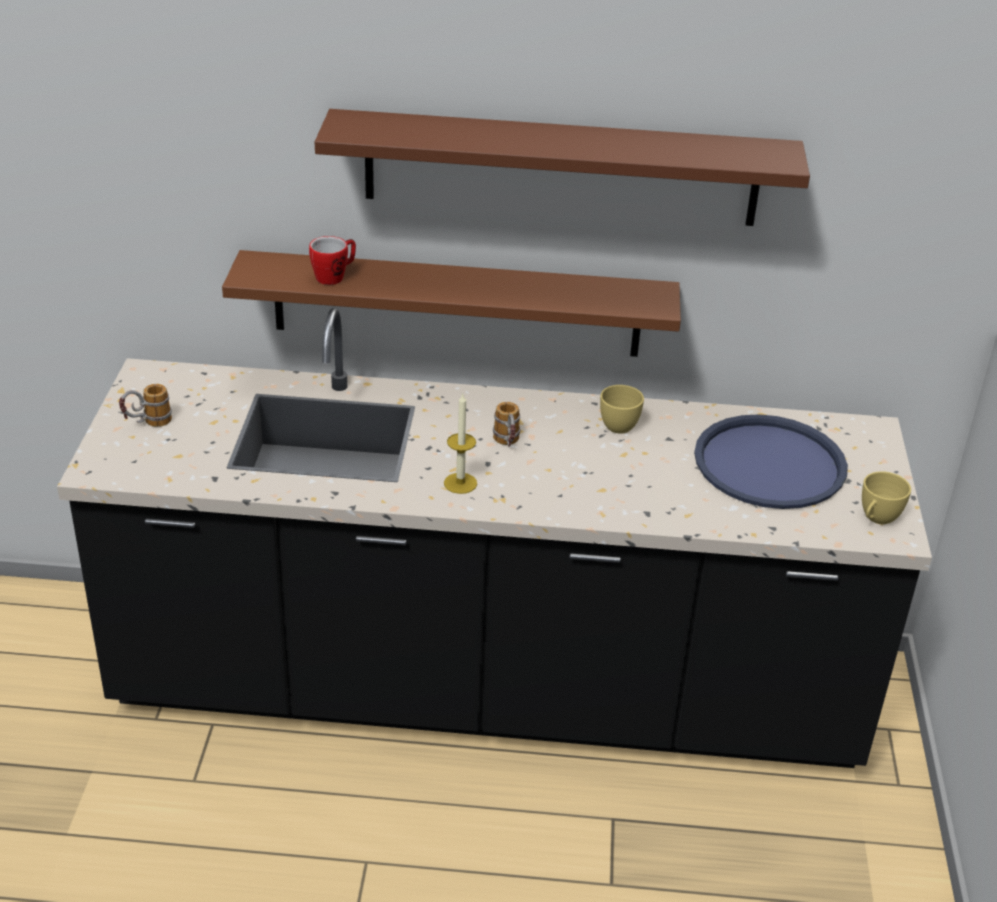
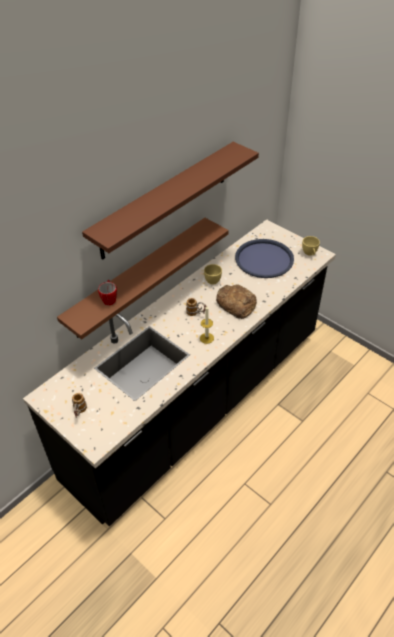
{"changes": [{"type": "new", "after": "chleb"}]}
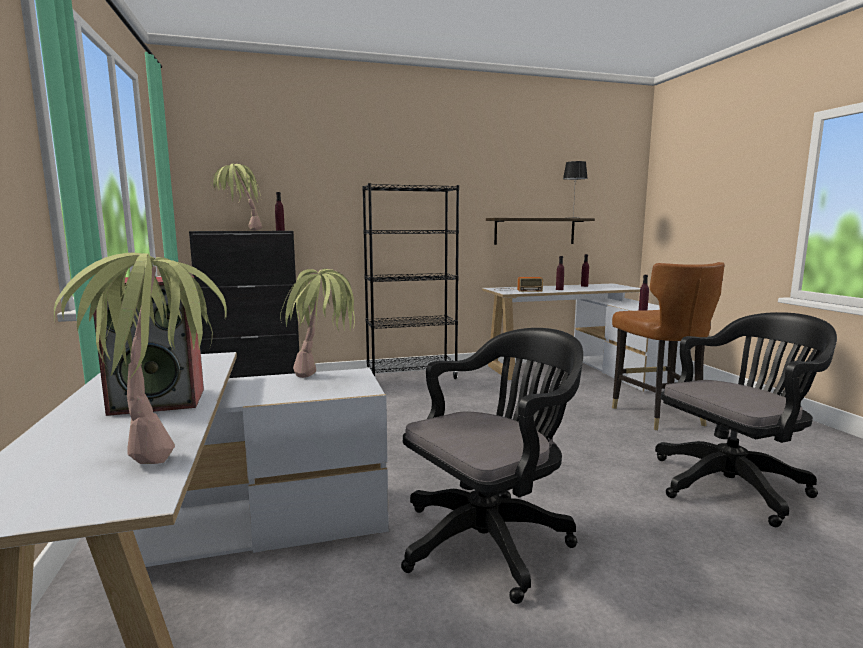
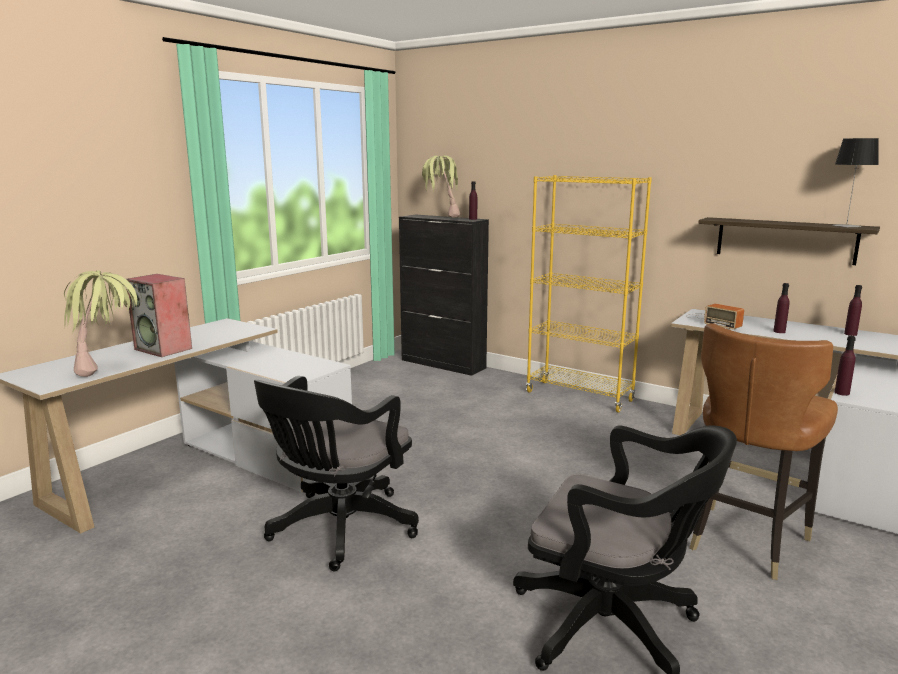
{"changes": [{"type": "rotated", "before": "krzesło biurowe/czarny (no. 1 from left)", "turn": 105}, {"type": "repainted", "before": "regał/czarny", "after": "regał/żółty"}, {"type": "gone", "before": "roślina doniczkowa (no. 3 from left)"}]}
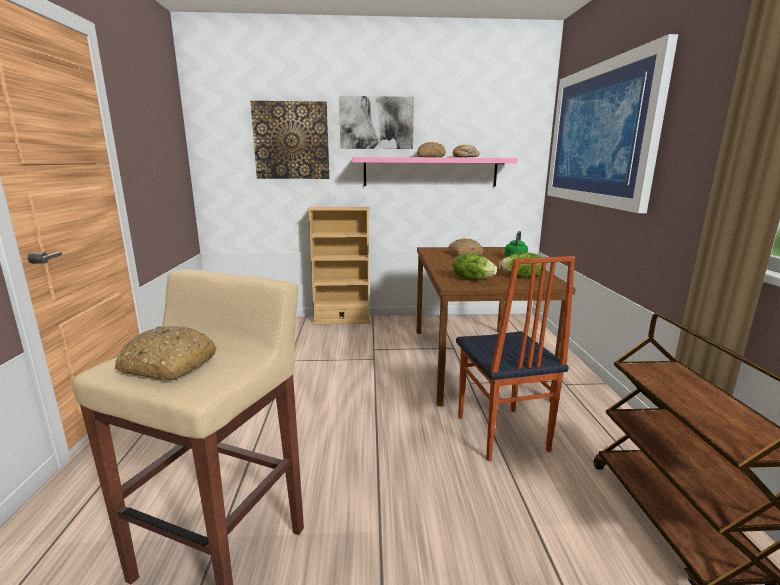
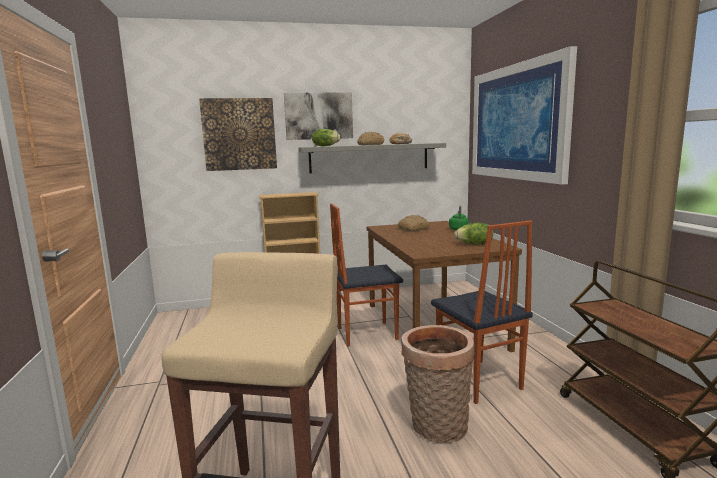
{"changes": [{"type": "repainted", "before": "półka/różowy", "after": "półka/szary"}, {"type": "shifted", "before": "sałata (no. 1 from left)"}, {"type": "new", "after": "krzesło (no. 1 from left)"}, {"type": "new", "after": "koszyk"}, {"type": "gone", "before": "chleb (no. 1 from left)"}]}
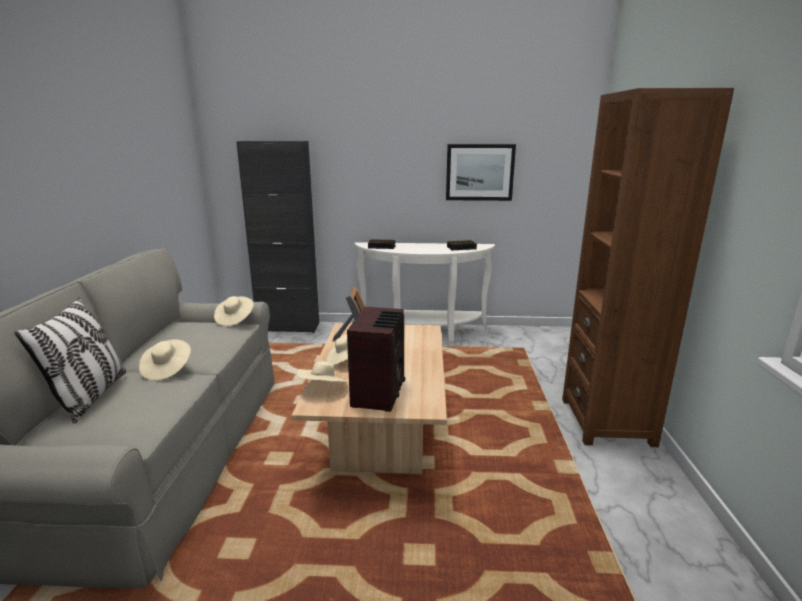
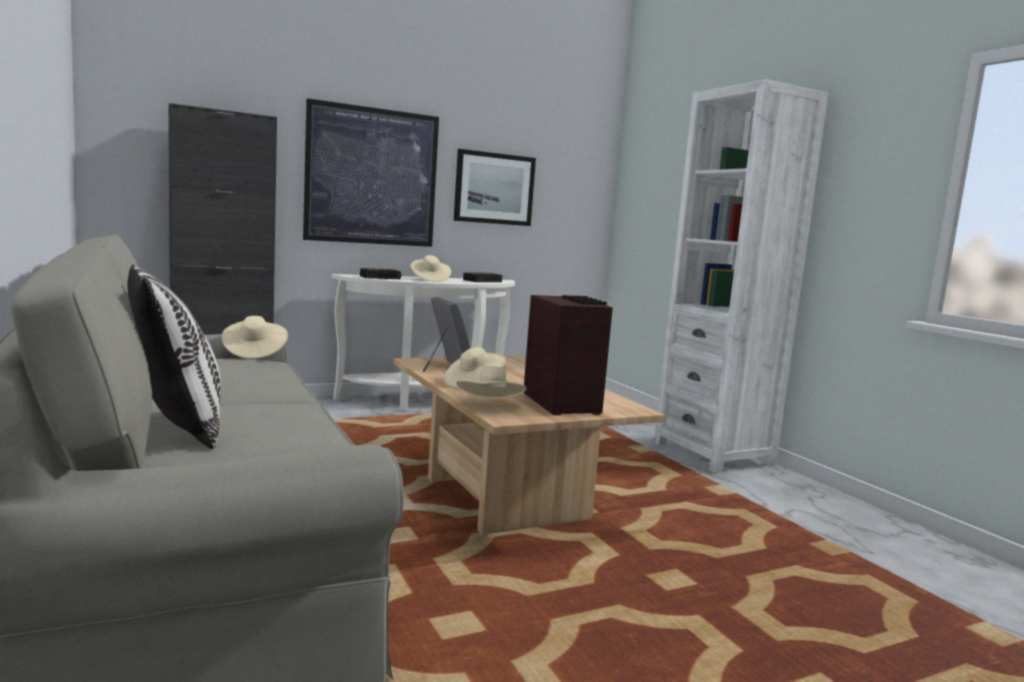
{"changes": [{"type": "new", "after": "obraz (no. 1 from left)"}, {"type": "shifted", "before": "kapelusz/beżowy (no. 1 from left in the first image)", "after": "kapelusz/beżowy (no. 2 from left)"}, {"type": "repainted", "before": "regał/brązowy", "after": "regał/biały"}]}
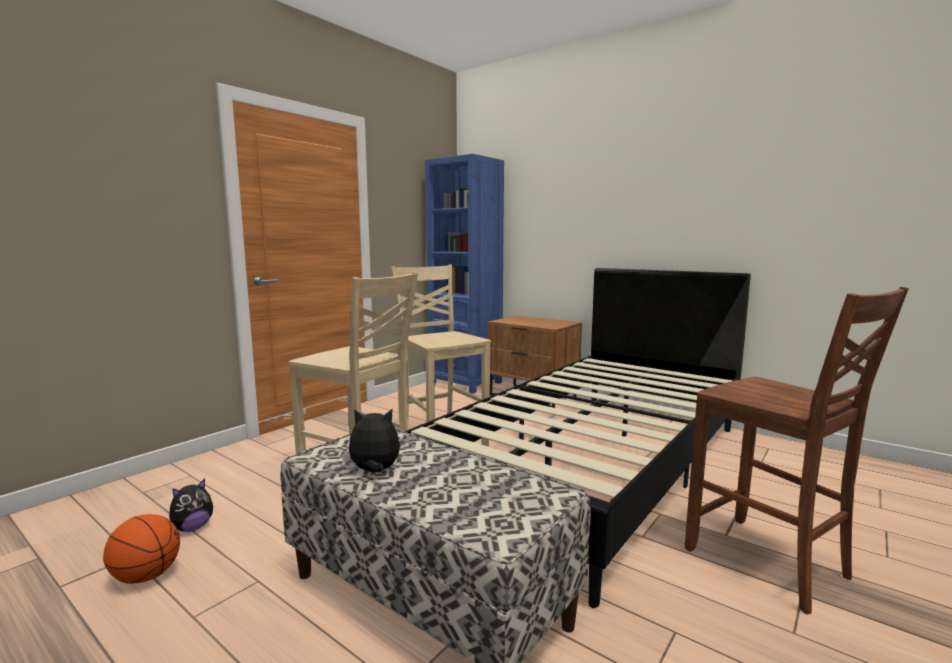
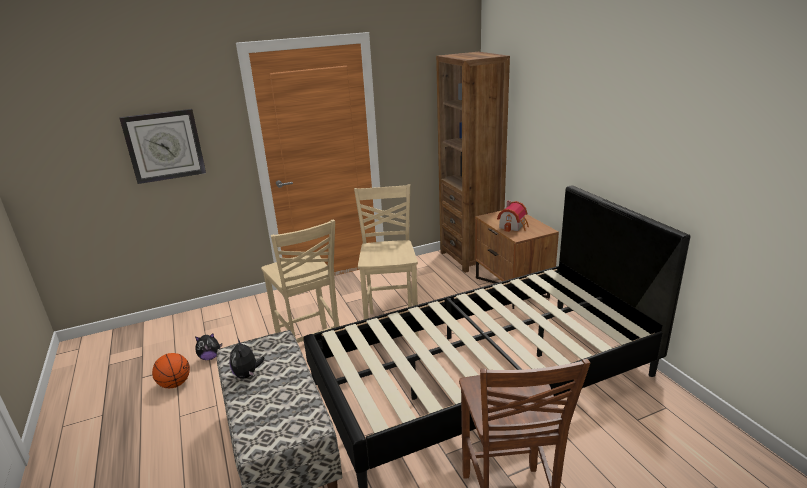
{"changes": [{"type": "new", "after": "zegar ścienny"}, {"type": "rotated", "before": "pluszak (no. 2 from left)", "turn": -135}, {"type": "repainted", "before": "regał/niebieski", "after": "regał/brązowy"}, {"type": "new", "after": "domek"}]}
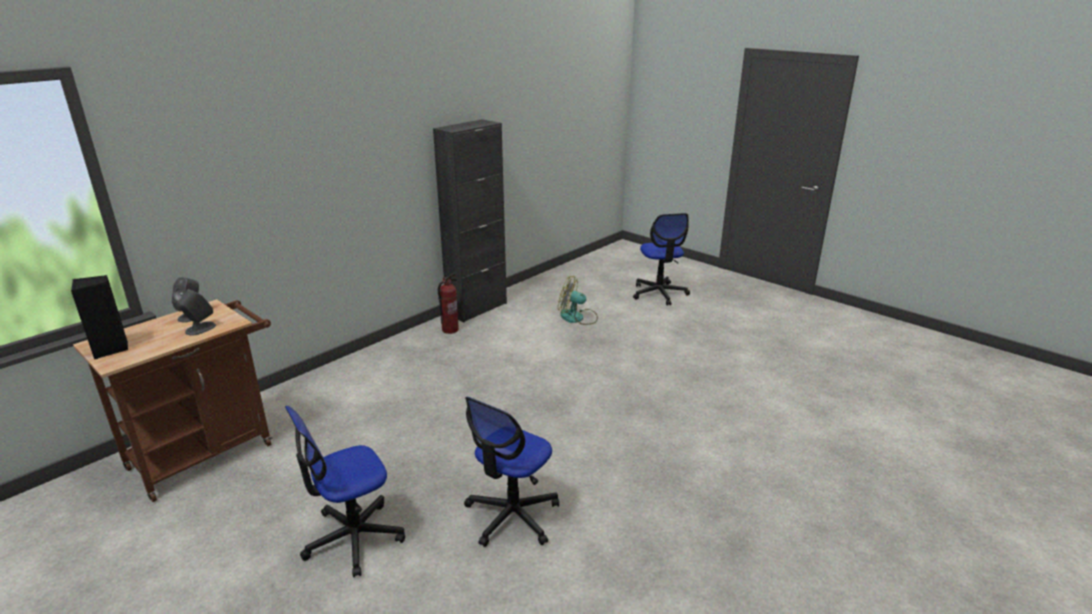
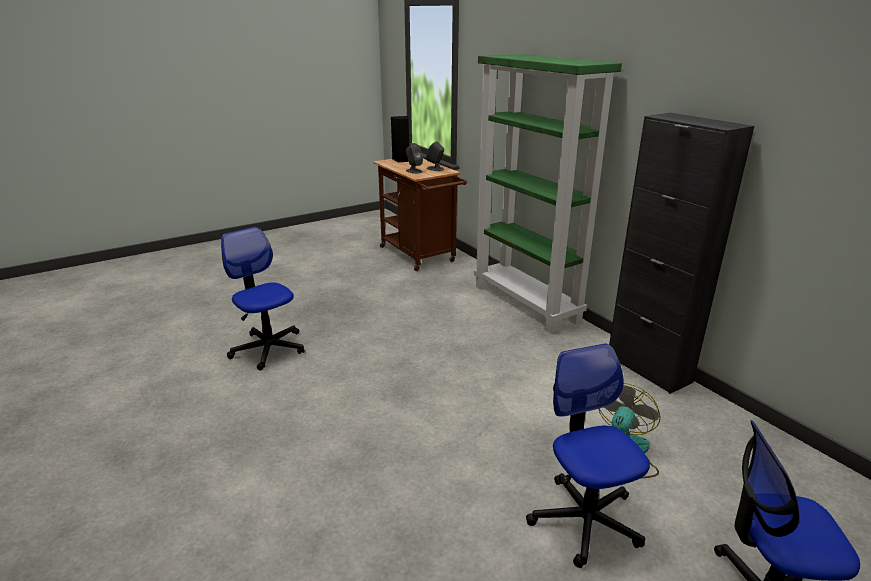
{"changes": [{"type": "new", "after": "regał/zielony"}, {"type": "shifted", "before": "krzesło biurowe (no. 1 from left in the first image)", "after": "krzesło biurowe (no. 2 from left)"}, {"type": "gone", "before": "gaśnica"}]}
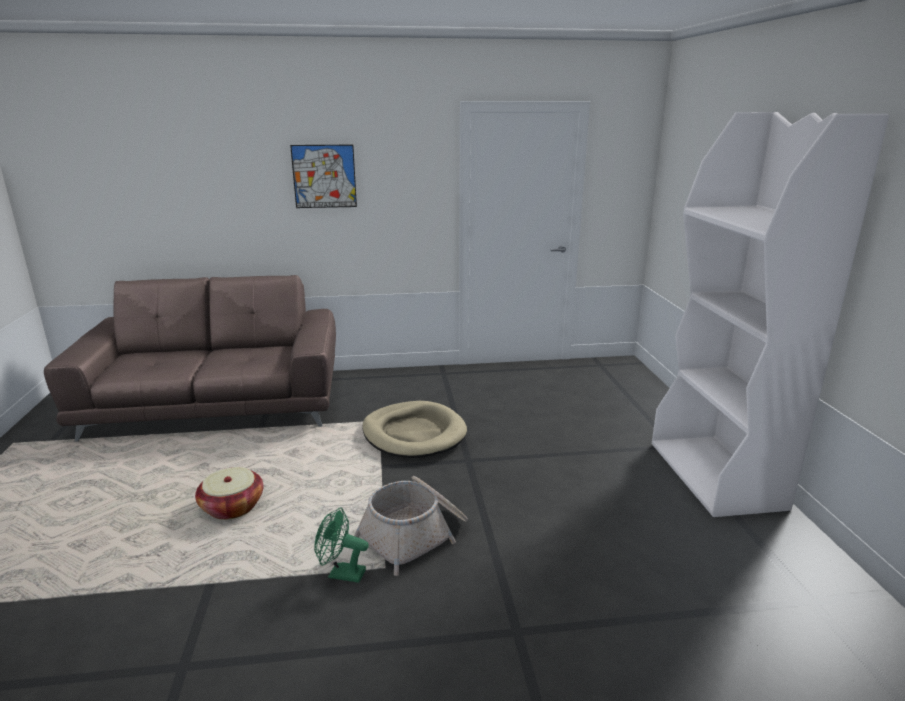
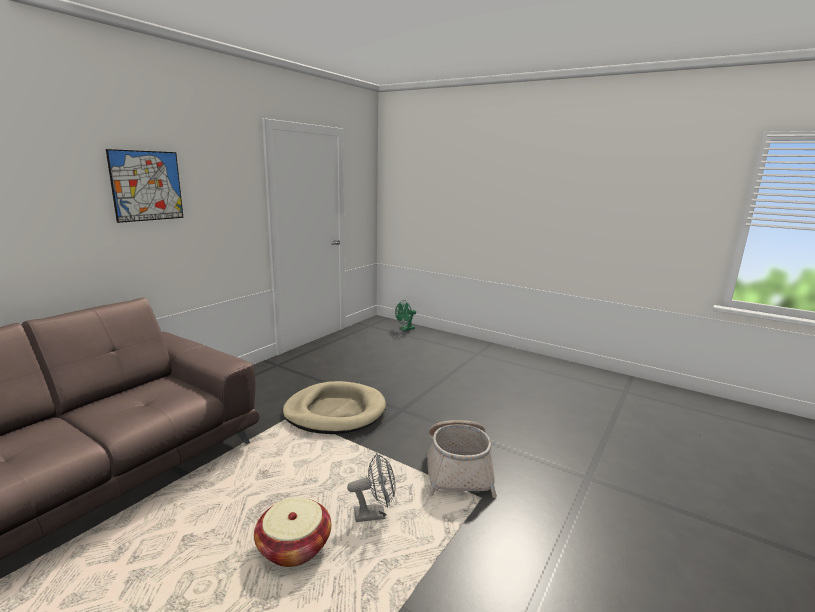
{"changes": [{"type": "new", "after": "wentylator/szary"}, {"type": "shifted", "before": "wentylator/zielony"}, {"type": "gone", "before": "regał/biały"}]}
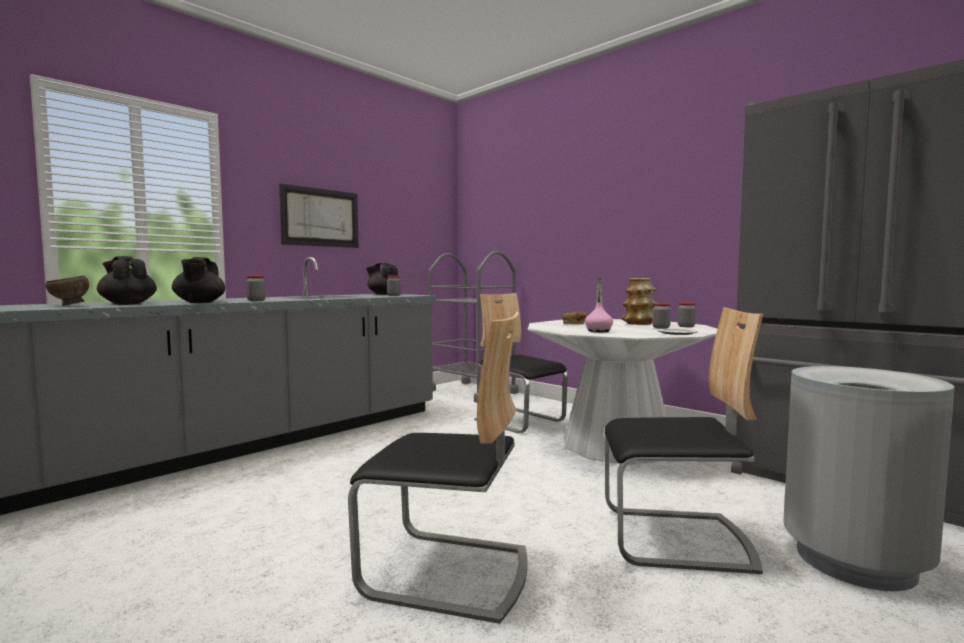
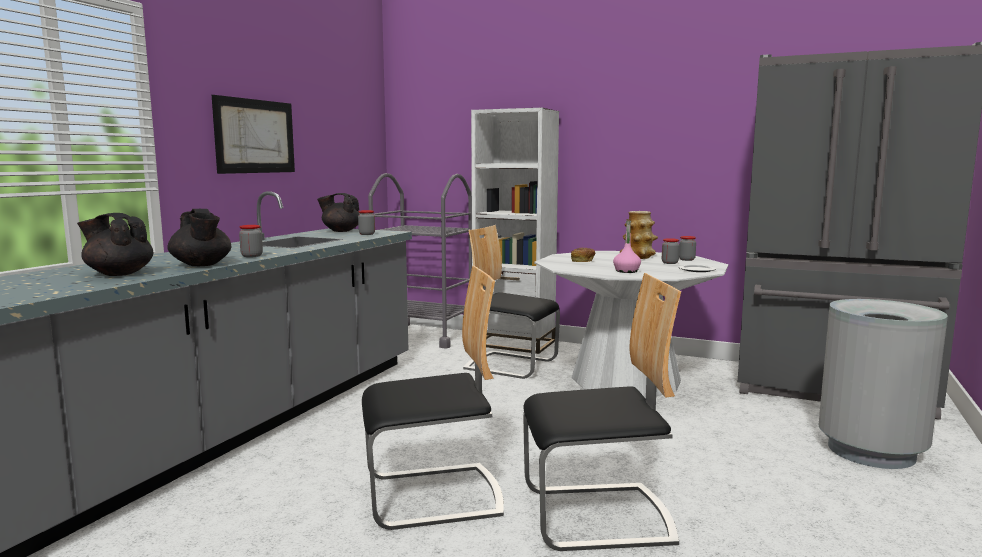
{"changes": [{"type": "shifted", "before": "krzesło (no. 3 from left in the first image)", "after": "krzesło (no. 1 from left)"}, {"type": "new", "after": "regał/biały"}, {"type": "gone", "before": "miska/brązowy"}]}
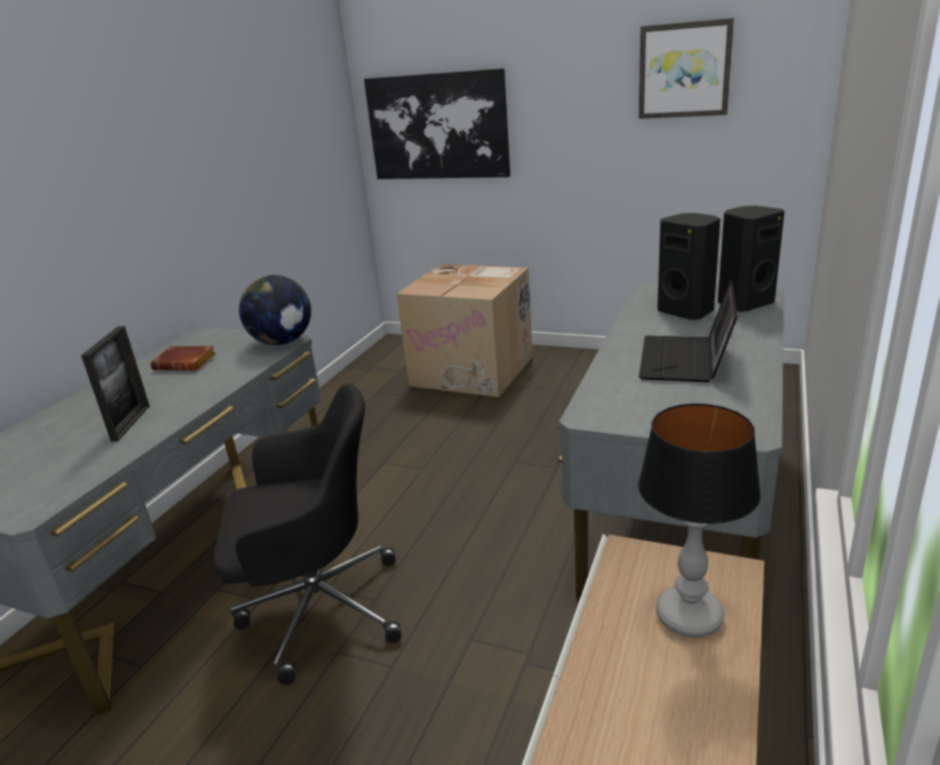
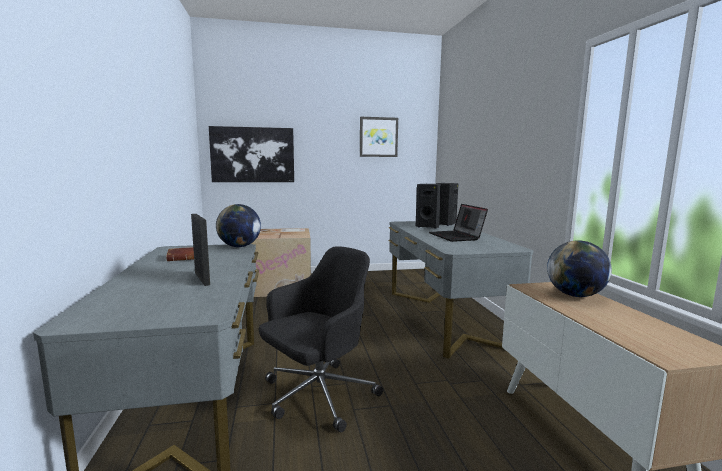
{"changes": [{"type": "swapped", "before": "lampa stołowa", "after": "globus (no. 2 from left)"}]}
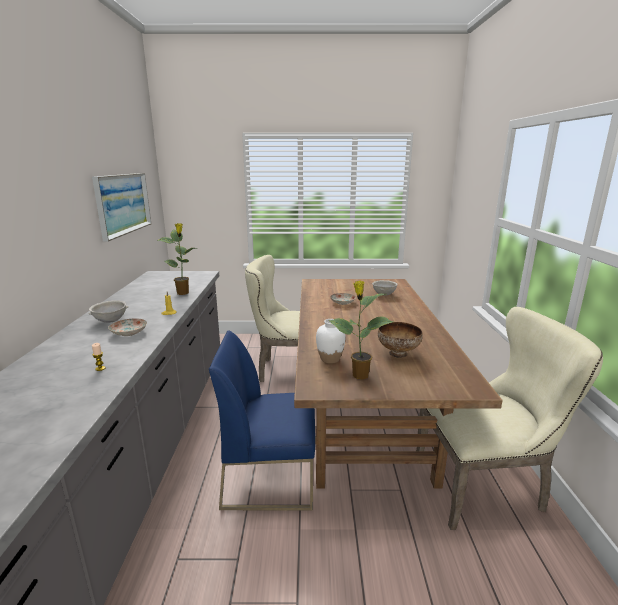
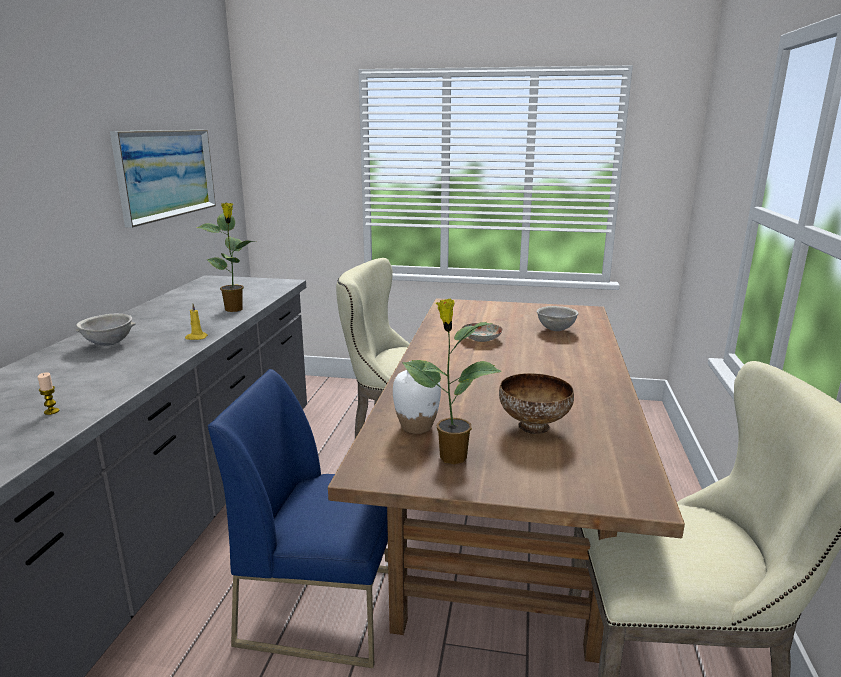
{"changes": [{"type": "gone", "before": "talerz (no. 1 from left)"}]}
